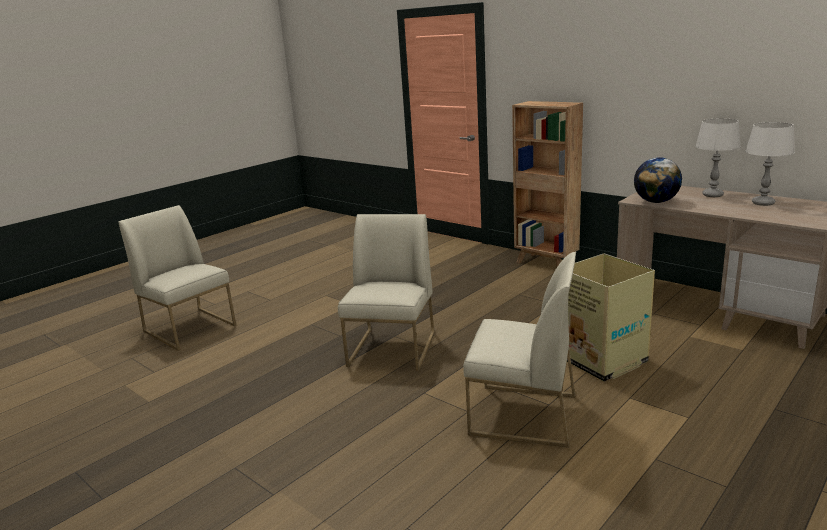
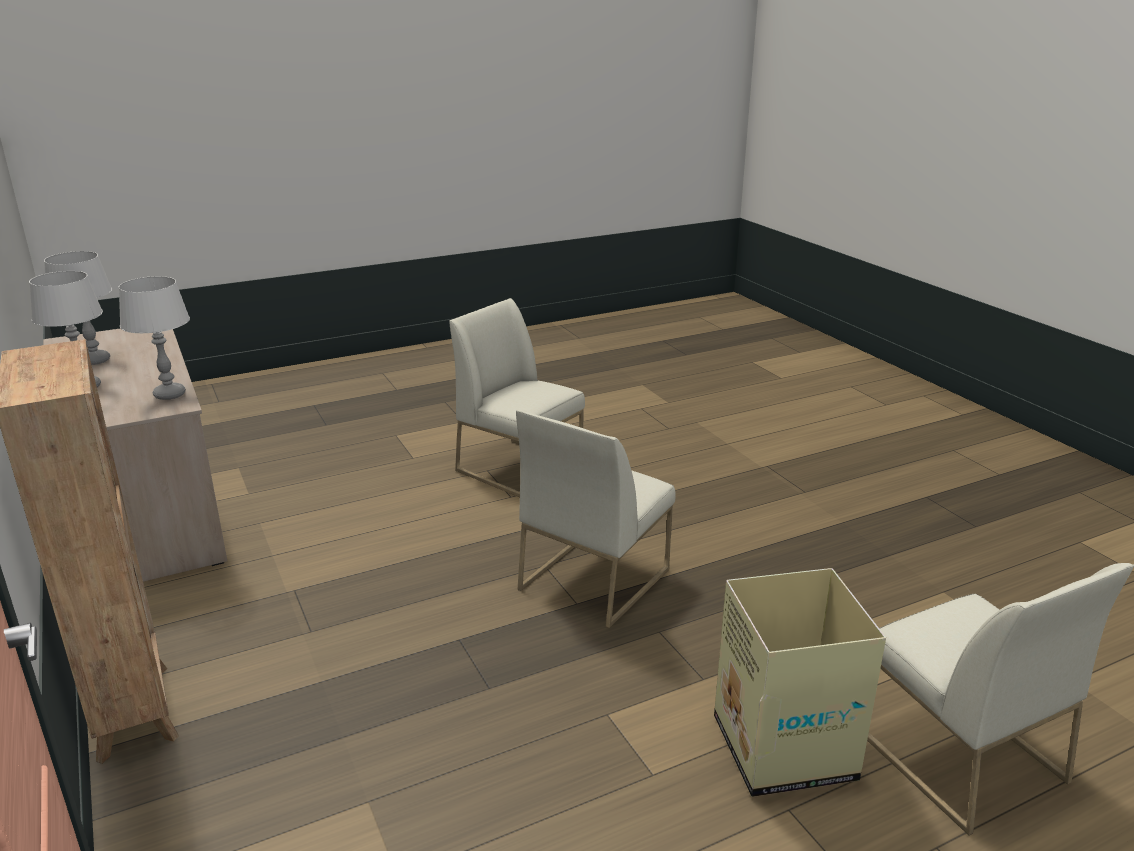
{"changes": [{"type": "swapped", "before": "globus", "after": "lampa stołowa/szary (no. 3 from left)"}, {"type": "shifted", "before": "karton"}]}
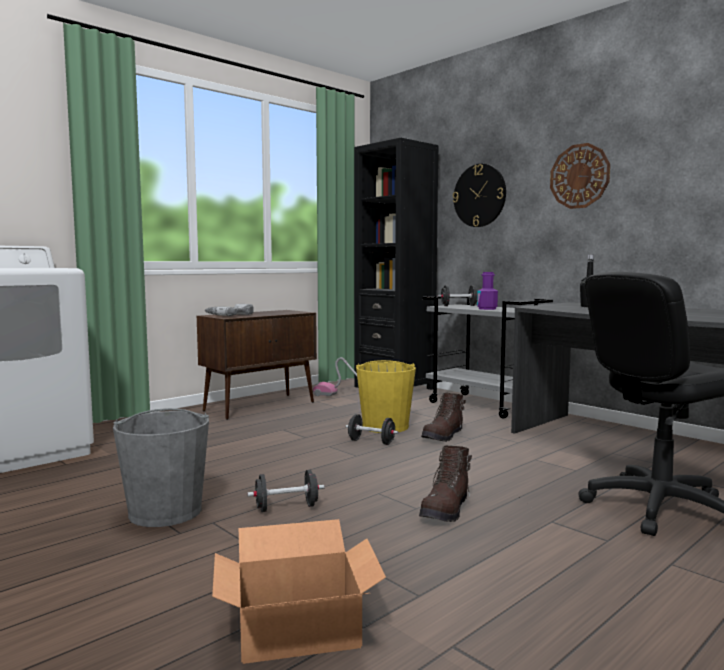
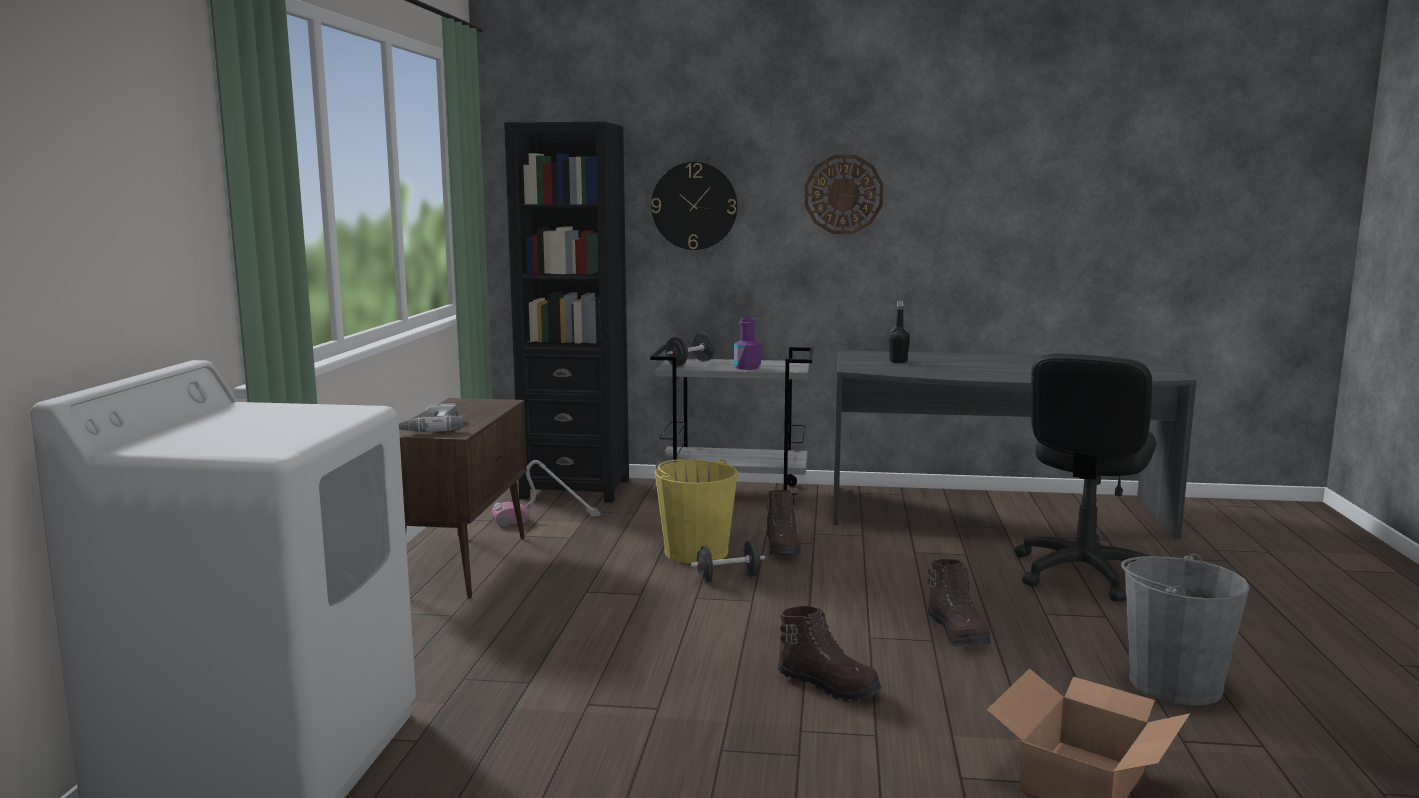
{"changes": [{"type": "swapped", "before": "hantel/czarny (no. 1 from left)", "after": "but z cholewką/brązowy (no. 2 from left)"}, {"type": "shifted", "before": "wiadro/szary"}]}
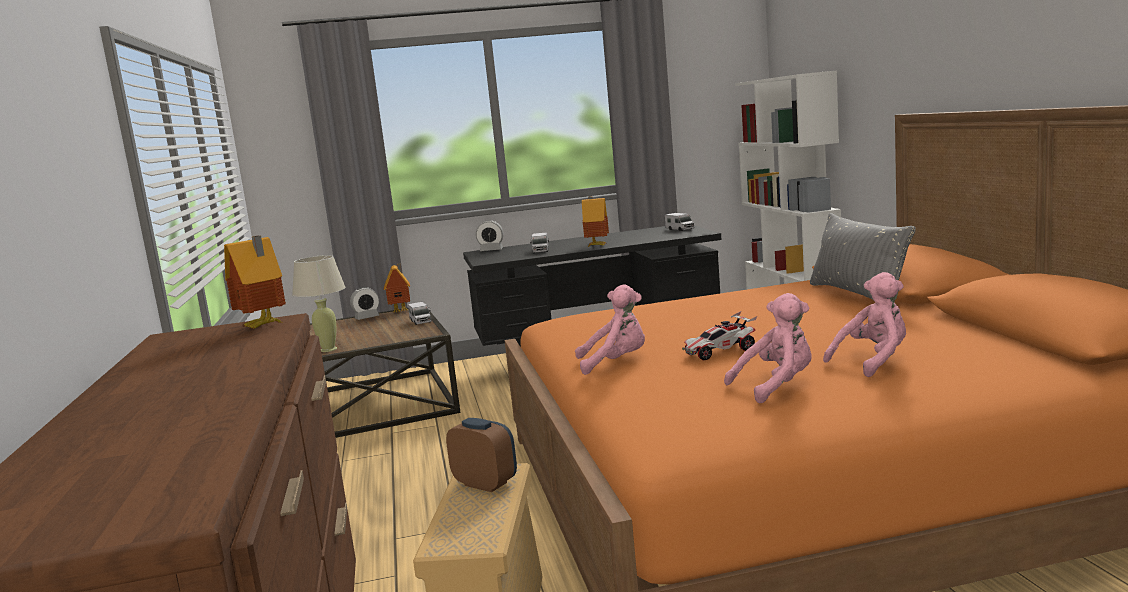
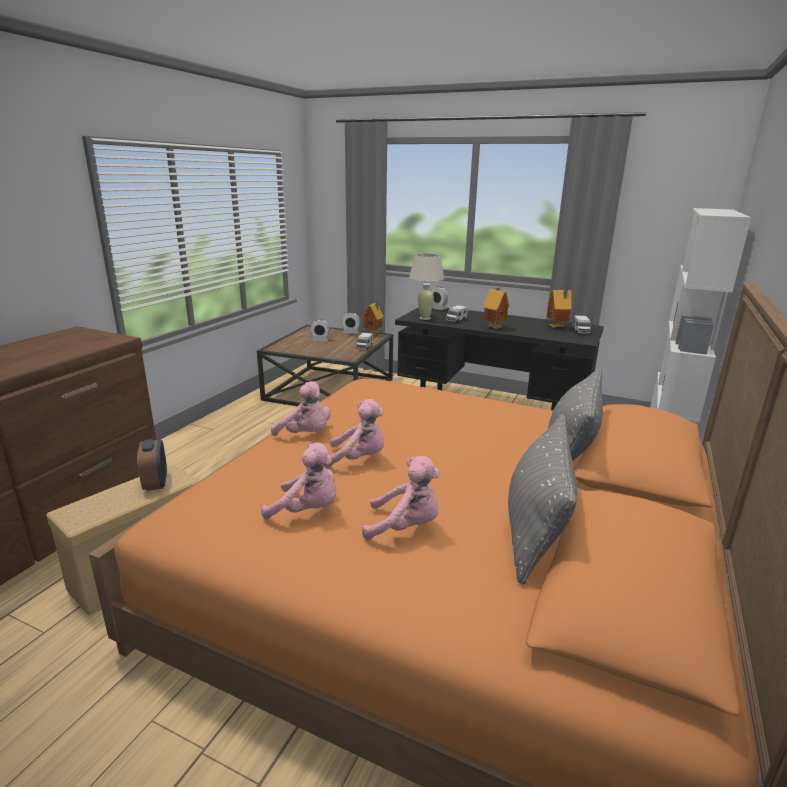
{"changes": [{"type": "new", "after": "budzik (no. 2 from left)"}, {"type": "swapped", "before": "samochodzik", "after": "pluszak/różowy (no. 3 from left)"}, {"type": "shifted", "before": "lampa stołowa/beżowy"}, {"type": "new", "after": "poduszka/szary (no. 1 from left)"}, {"type": "shifted", "before": "domek (no. 1 from left in the first image)", "after": "domek (no. 3 from left)"}]}
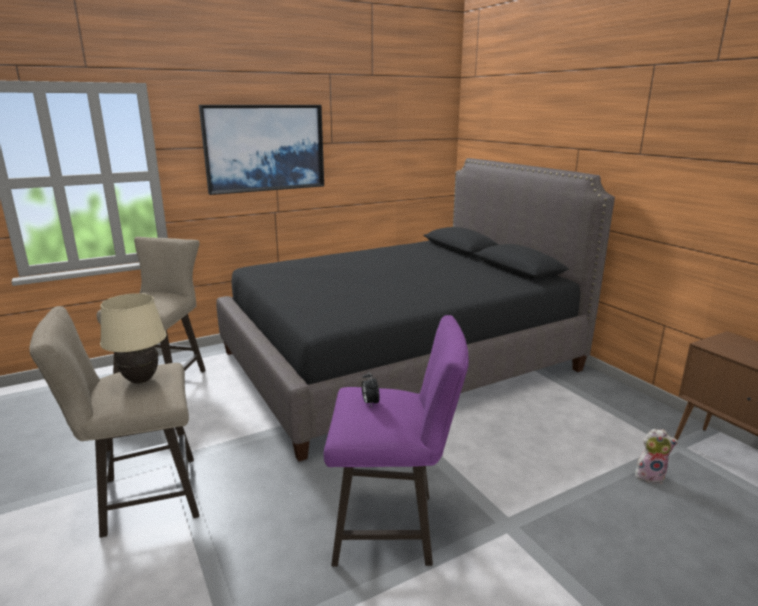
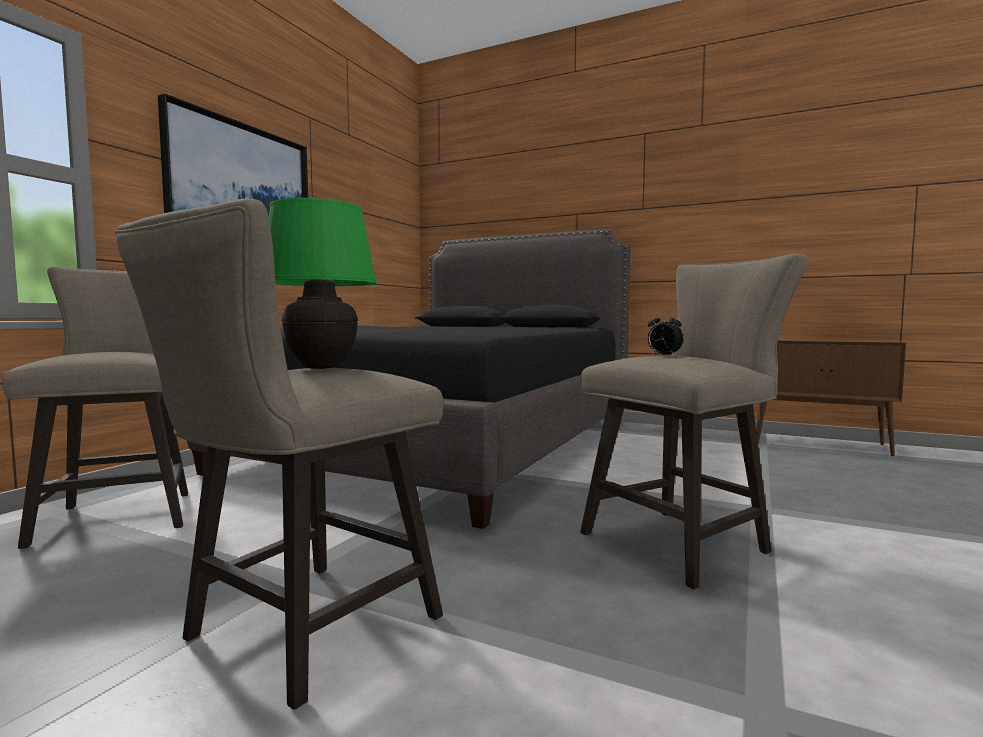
{"changes": [{"type": "repainted", "before": "lampa stołowa/beżowy", "after": "lampa stołowa/zielony"}, {"type": "repainted", "before": "stołek/fioletowy", "after": "stołek/beżowy (no. 3 from left)"}, {"type": "gone", "before": "pluszak"}]}
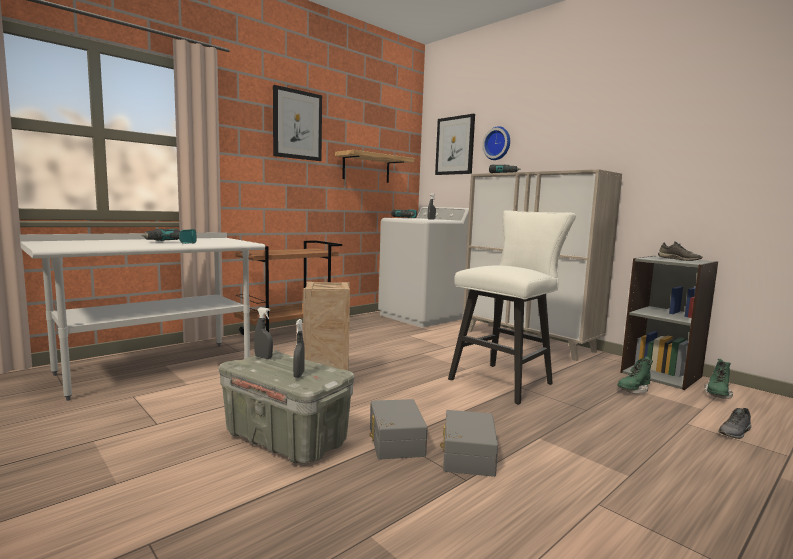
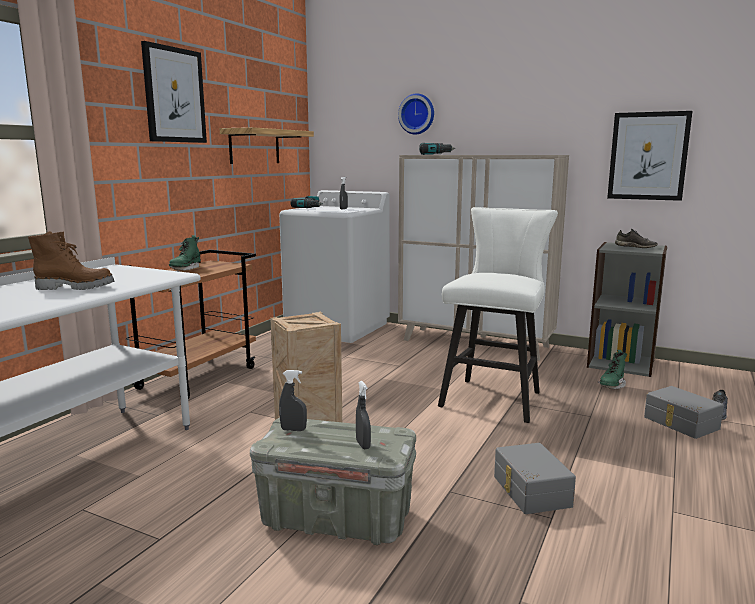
{"changes": [{"type": "swapped", "before": "wiertarka (no. 1 from left)", "after": "but z cholewką/brązowy"}, {"type": "shifted", "before": "but z cholewką/zielony (no. 2 from left in the first image)", "after": "but z cholewką/zielony (no. 1 from left)"}, {"type": "shifted", "before": "obraz (no. 2 from left)"}, {"type": "shifted", "before": "pojemnik do przechowywania/szary (no. 2 from left in the first image)", "after": "pojemnik do przechowywania/szary (no. 3 from left)"}]}
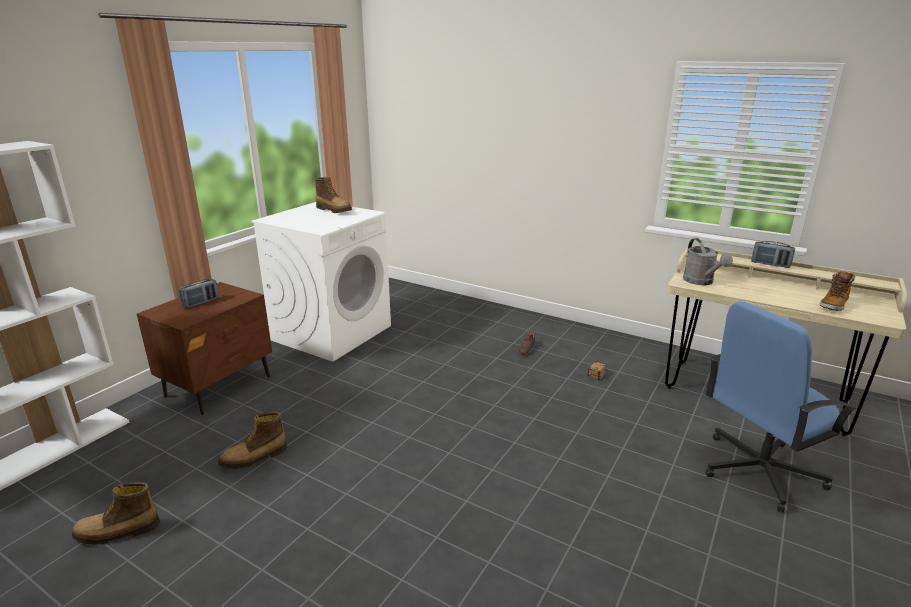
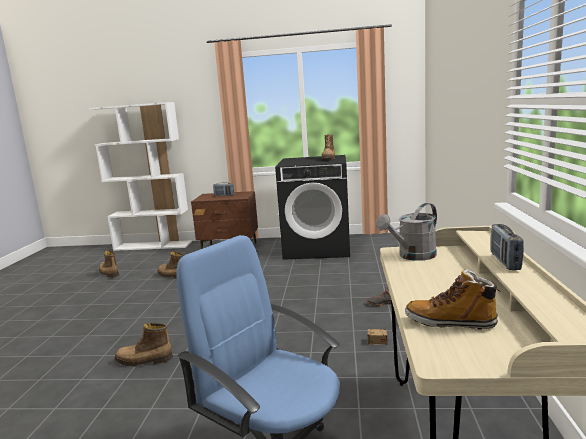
{"changes": [{"type": "new", "after": "but z cholewką (no. 2 from left)"}, {"type": "repainted", "before": "pralka/biały", "after": "pralka/czarny"}]}
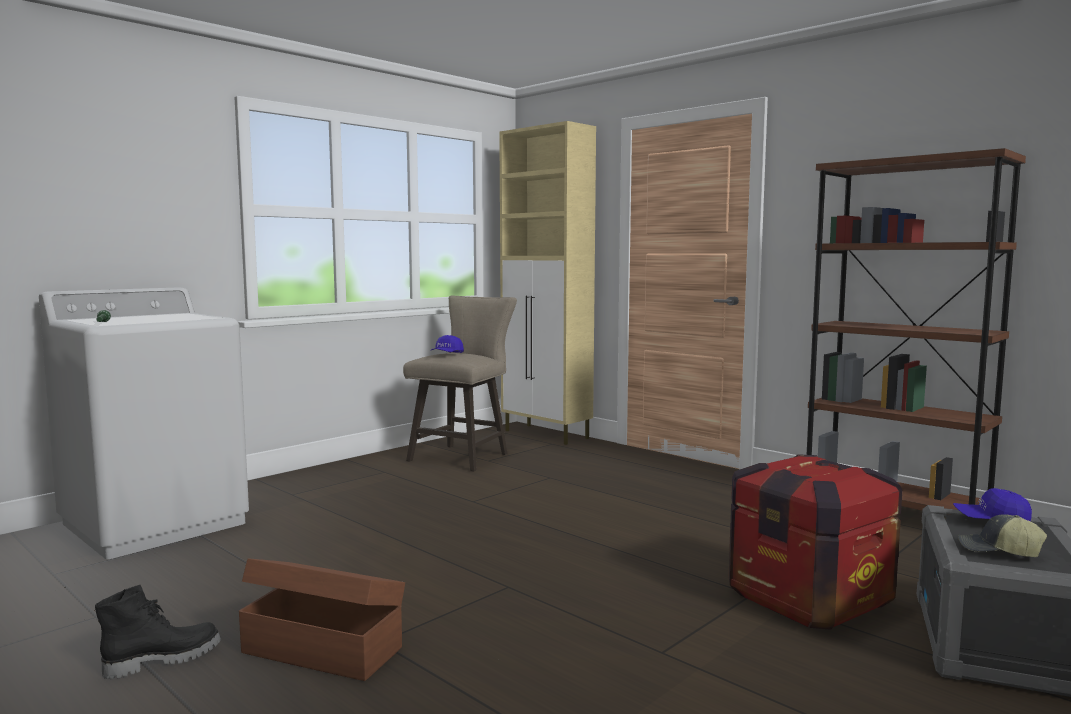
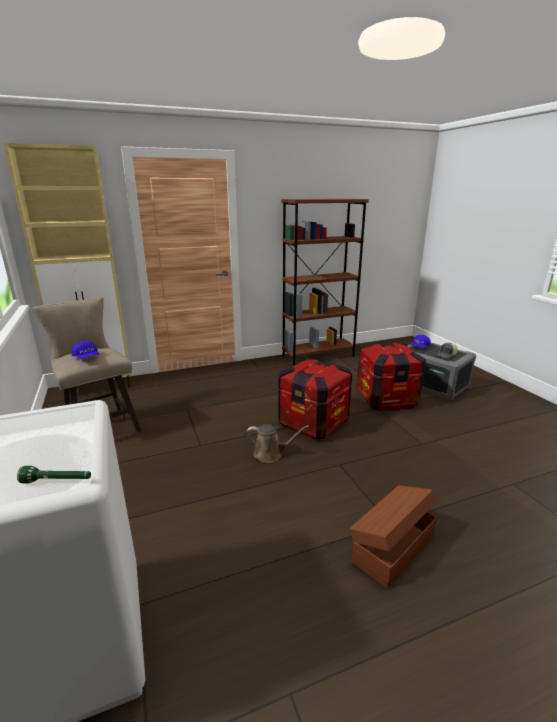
{"changes": [{"type": "new", "after": "konewka/brązowy"}, {"type": "new", "after": "skrzynka (no. 1 from left)"}, {"type": "gone", "before": "but z cholewką/czarny"}]}
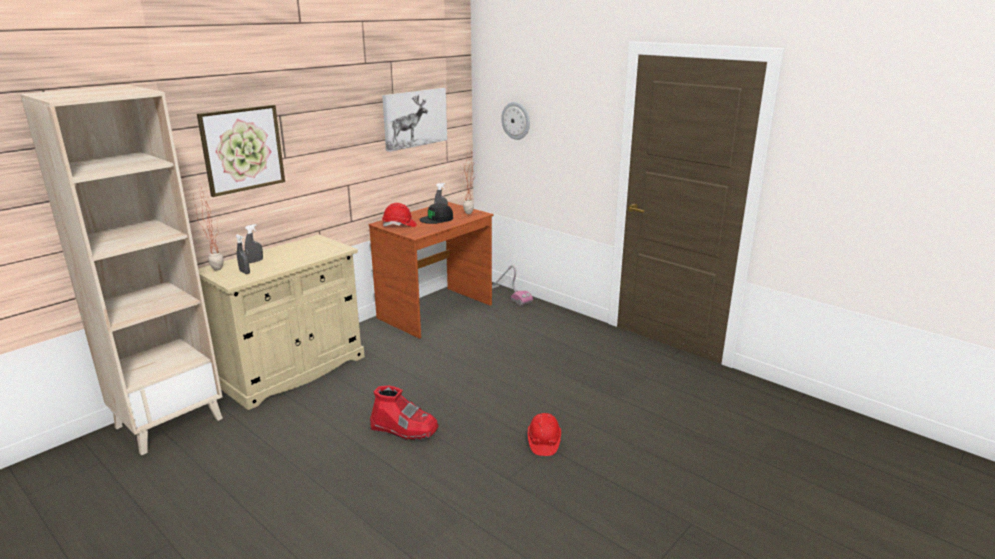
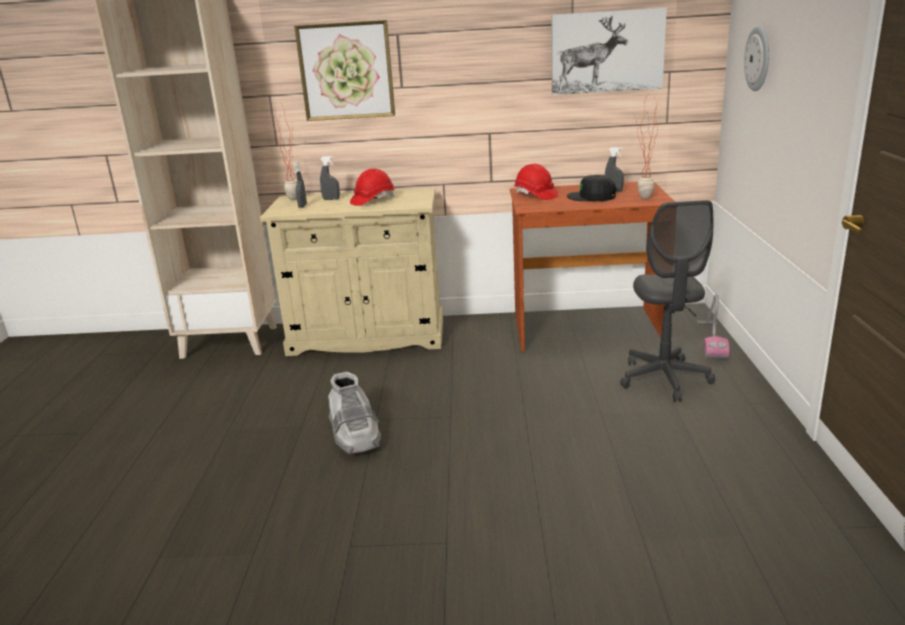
{"changes": [{"type": "repainted", "before": "but z cholewką/czerwony", "after": "but z cholewką/szary"}, {"type": "shifted", "before": "kask/czerwony (no. 2 from left in the first image)", "after": "kask/czerwony (no. 1 from left)"}, {"type": "new", "after": "krzesło biurowe/szary"}]}
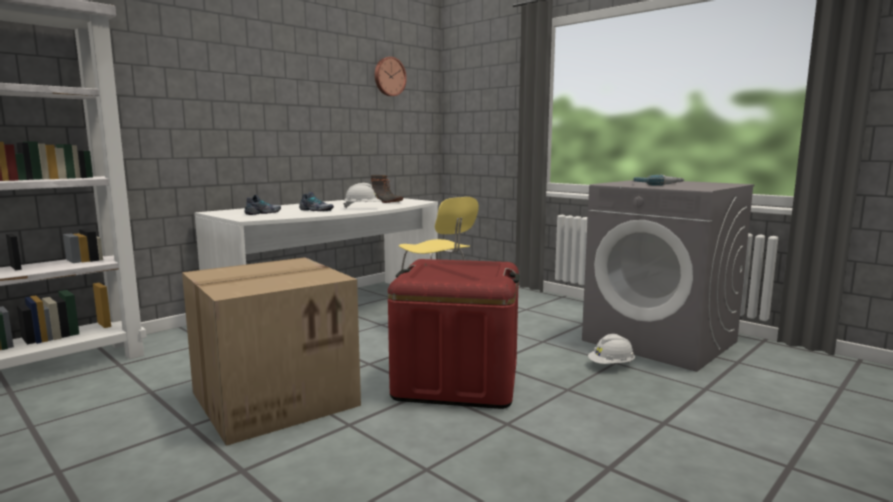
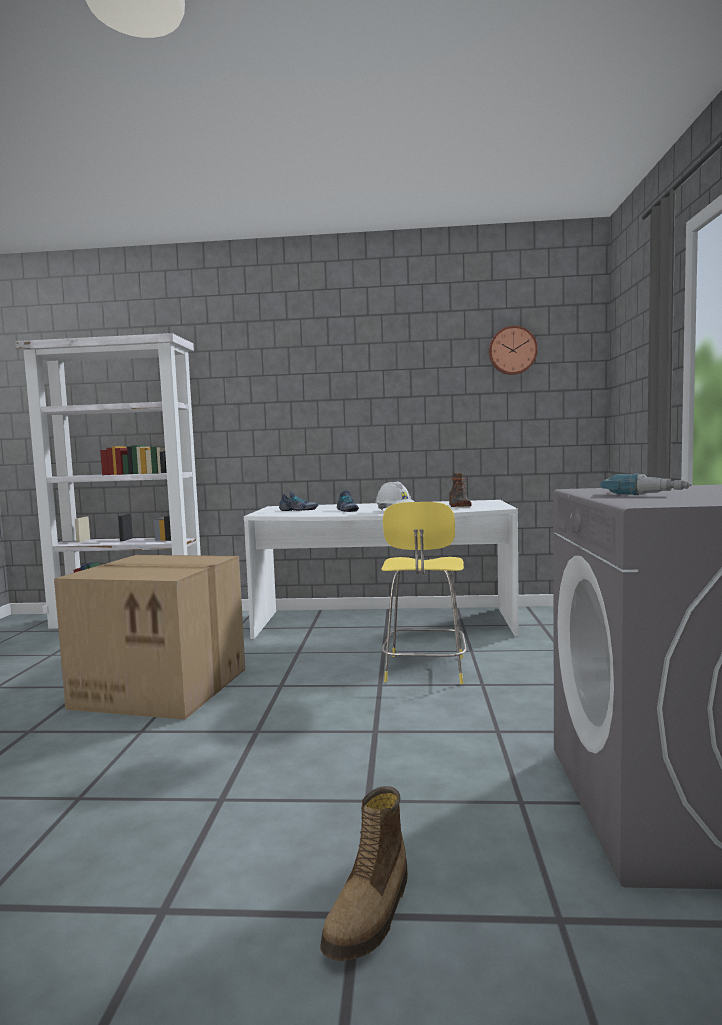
{"changes": [{"type": "new", "after": "but z cholewką (no. 1 from left)"}, {"type": "gone", "before": "pojemnik do przechowywania/czerwony"}, {"type": "gone", "before": "kask/biały (no. 2 from left)"}]}
